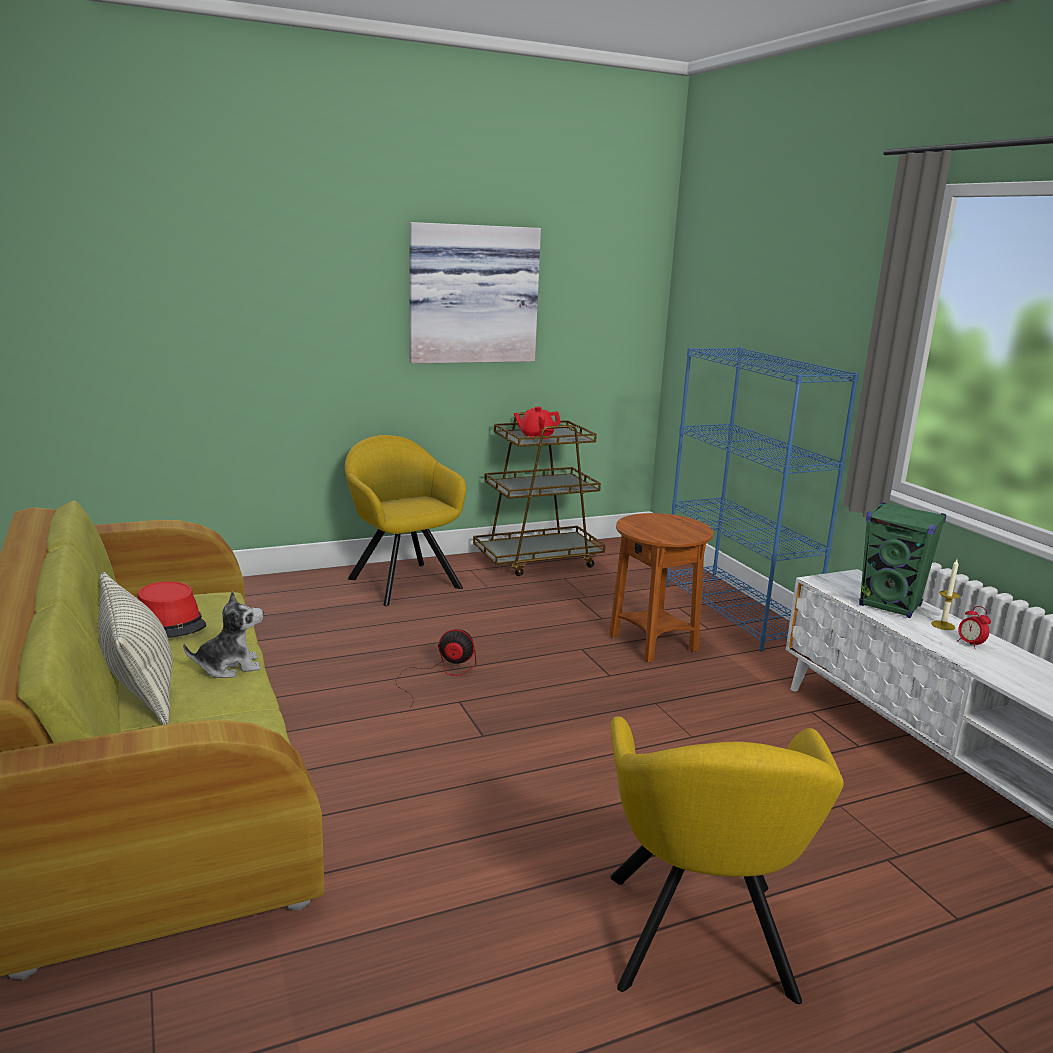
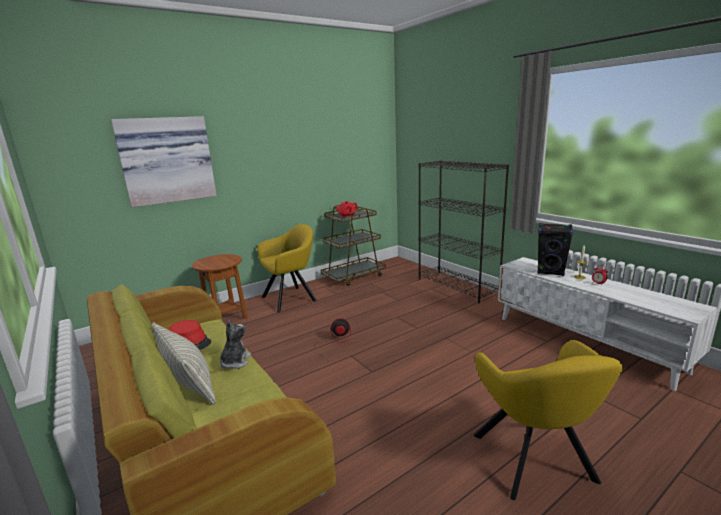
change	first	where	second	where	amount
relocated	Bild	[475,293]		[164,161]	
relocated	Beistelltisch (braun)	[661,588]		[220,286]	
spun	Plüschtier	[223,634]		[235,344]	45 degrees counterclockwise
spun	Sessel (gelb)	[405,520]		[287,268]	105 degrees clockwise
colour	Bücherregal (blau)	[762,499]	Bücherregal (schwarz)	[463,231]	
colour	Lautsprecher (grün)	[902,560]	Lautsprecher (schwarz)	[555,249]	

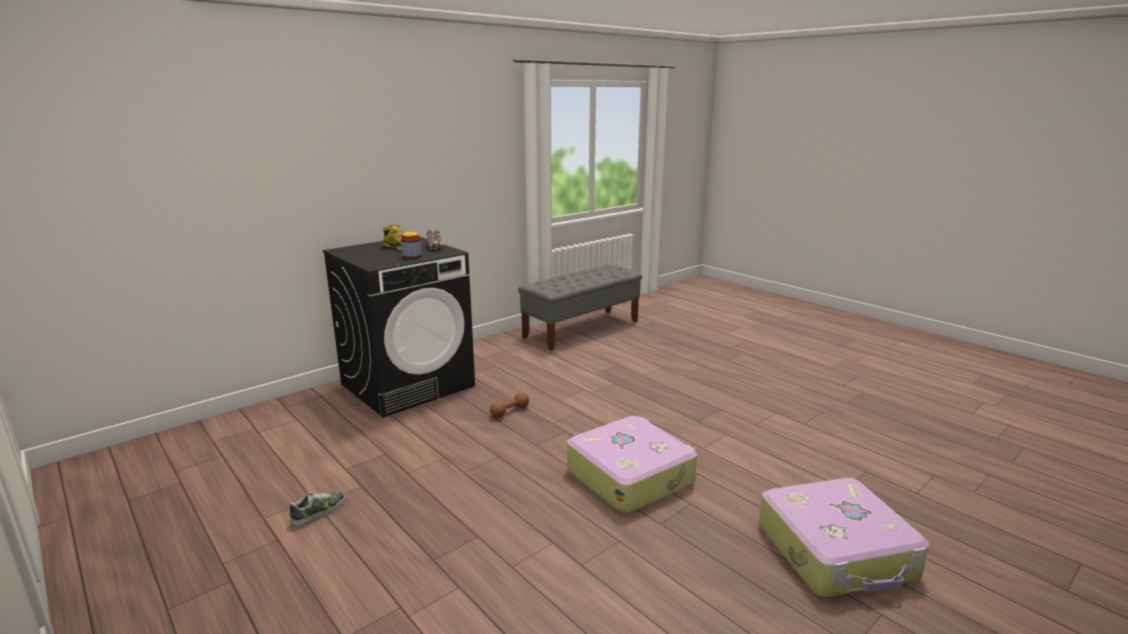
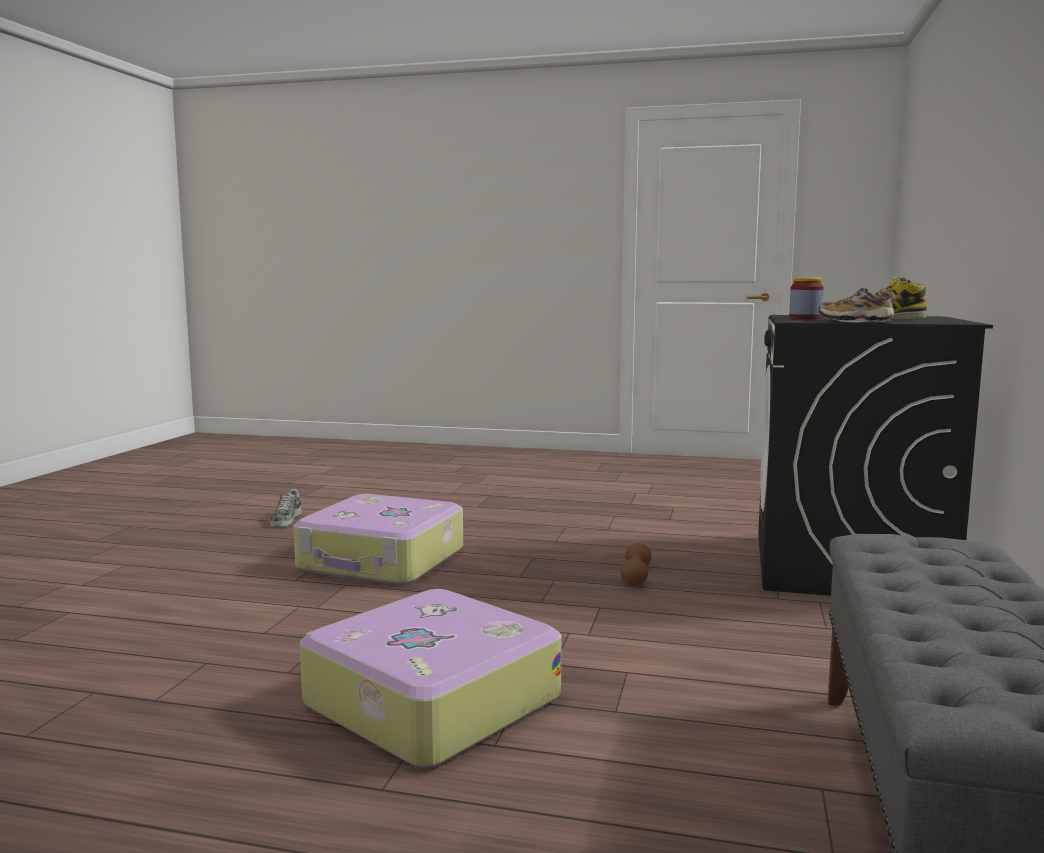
change	first	where	second	where	amount
relocated	Schuh	[317,509]		[286,508]	
relocated	Koffer	[844,537]		[431,678]	

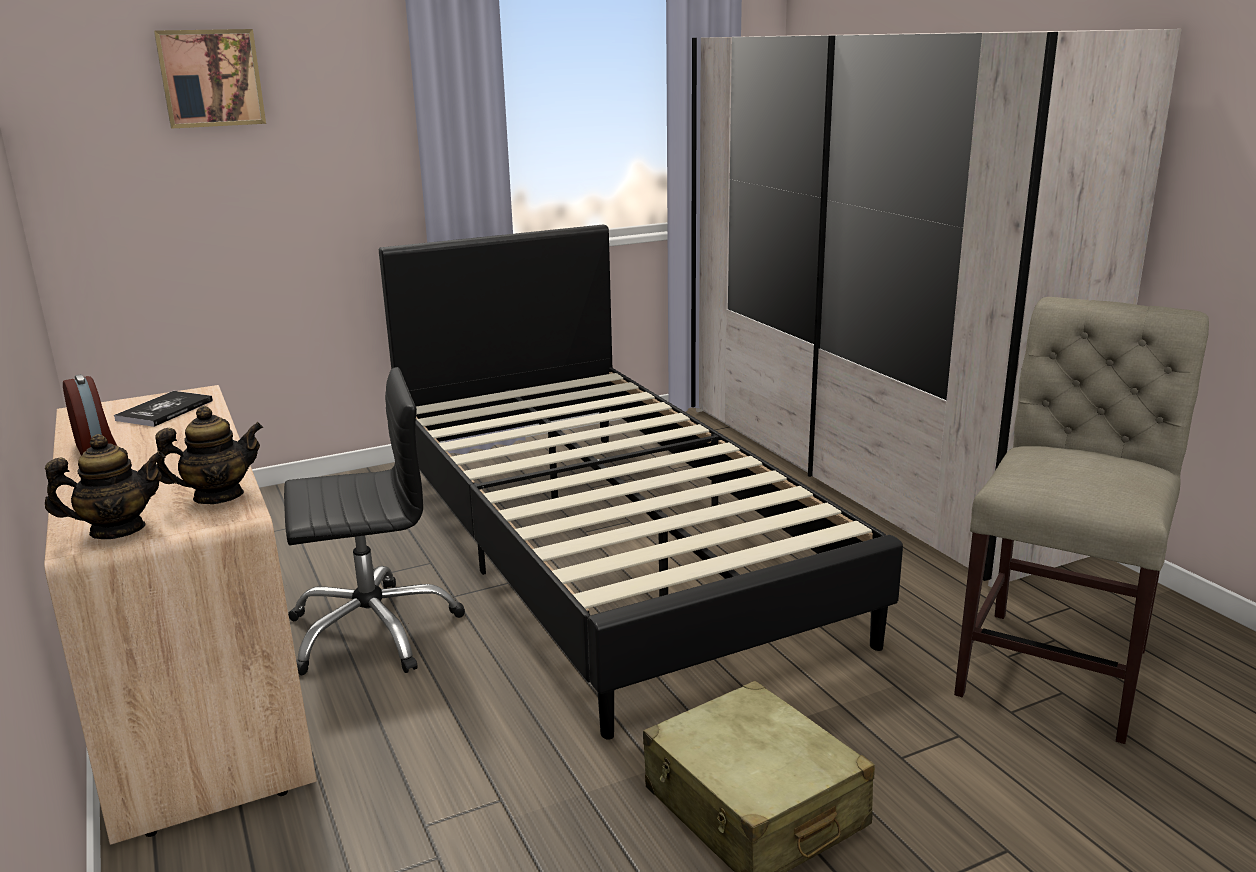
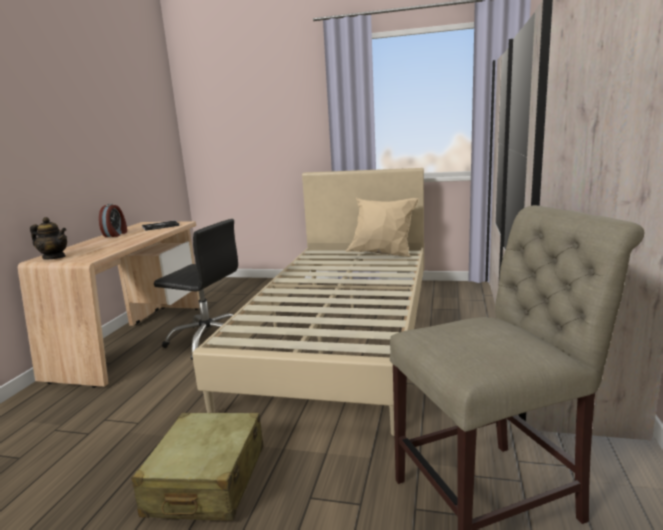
change	first	where	second	where	amount
colour	Bett (schwarz)	[641,482]	Bett (beige)	[308,302]	
appeared			Kissen (beige)	[382,227]	
missing	Bild	[210,79]			
missing	Teekanne	[209,455]			

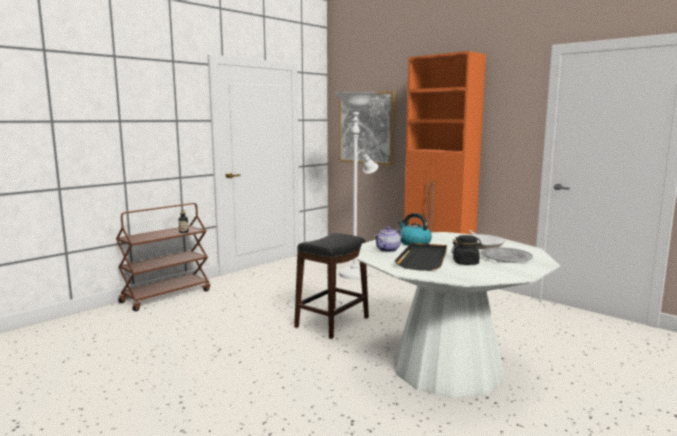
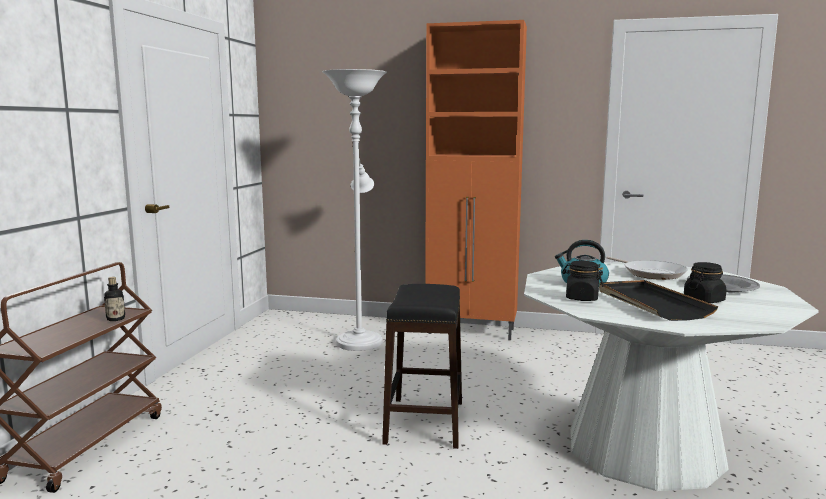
change	first	where	second	where	amount
exchanged	Teekanne	[388,239]	Vorratsglas (schwarz)	[583,281]	
missing	Bild	[367,128]			

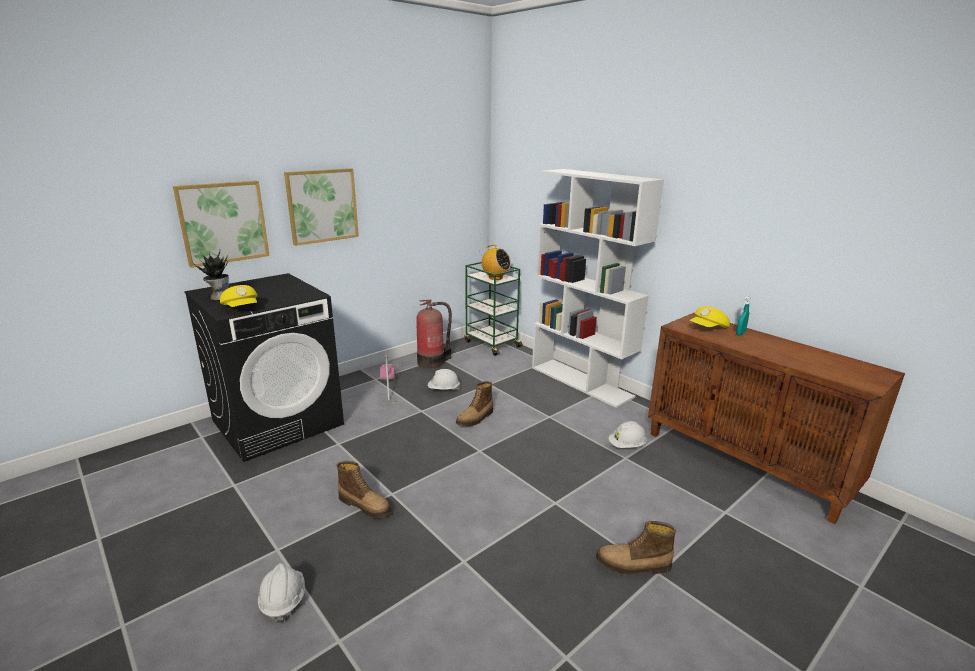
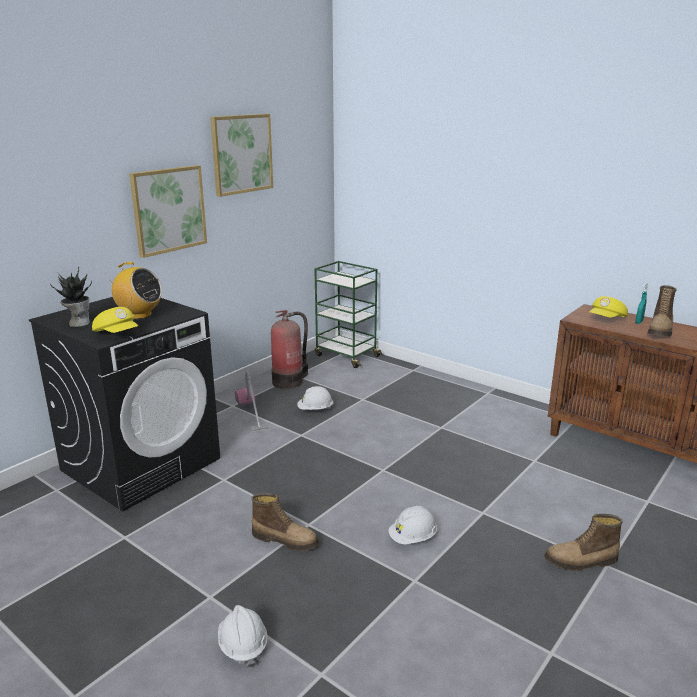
change	first	where	second	where	amount
relocated	Radio	[495,262]		[134,290]	
relocated	Bild	[221,224]		[241,155]	
relocated	Schutzhelm (weiß)	[627,434]		[412,525]	
relocated	Stiefel	[474,403]		[662,311]	
missing	Bücherregal (weiß)	[598,288]			

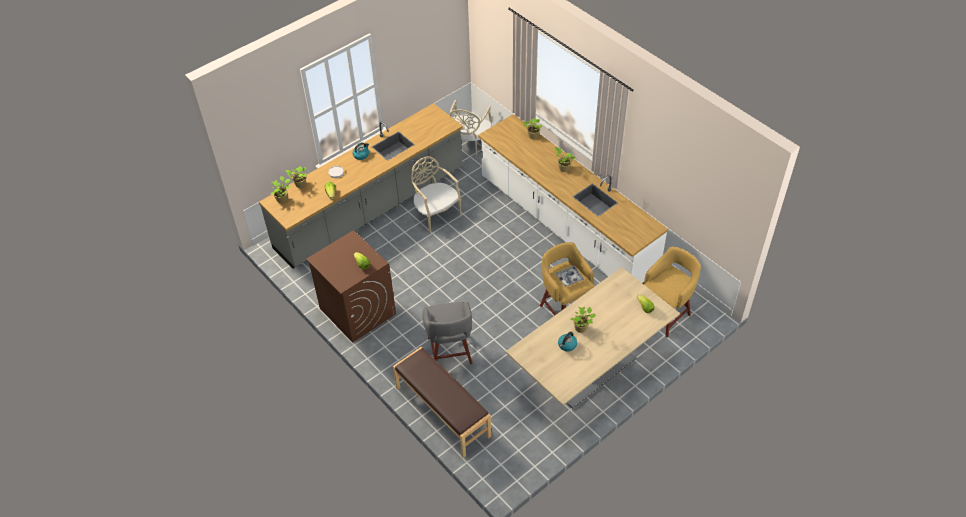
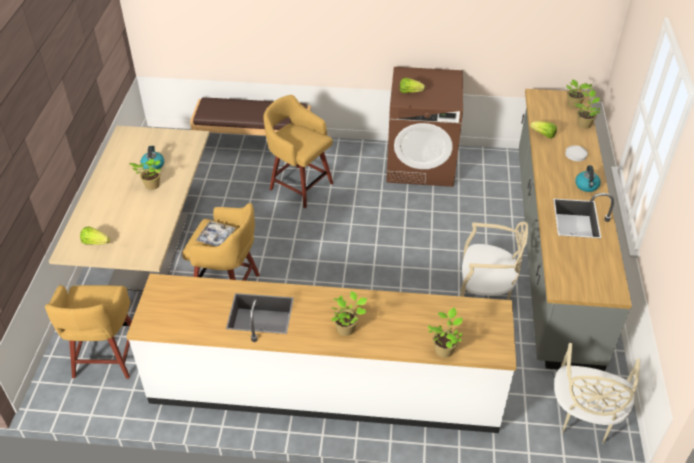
change	first	where	second	where	amount
colour	Hocker (grau)	[447,332]	Hocker (gelb)	[298,151]	
spun	Stuhl (beige)	[470,128]		[597,393]	135 degrees counterclockwise

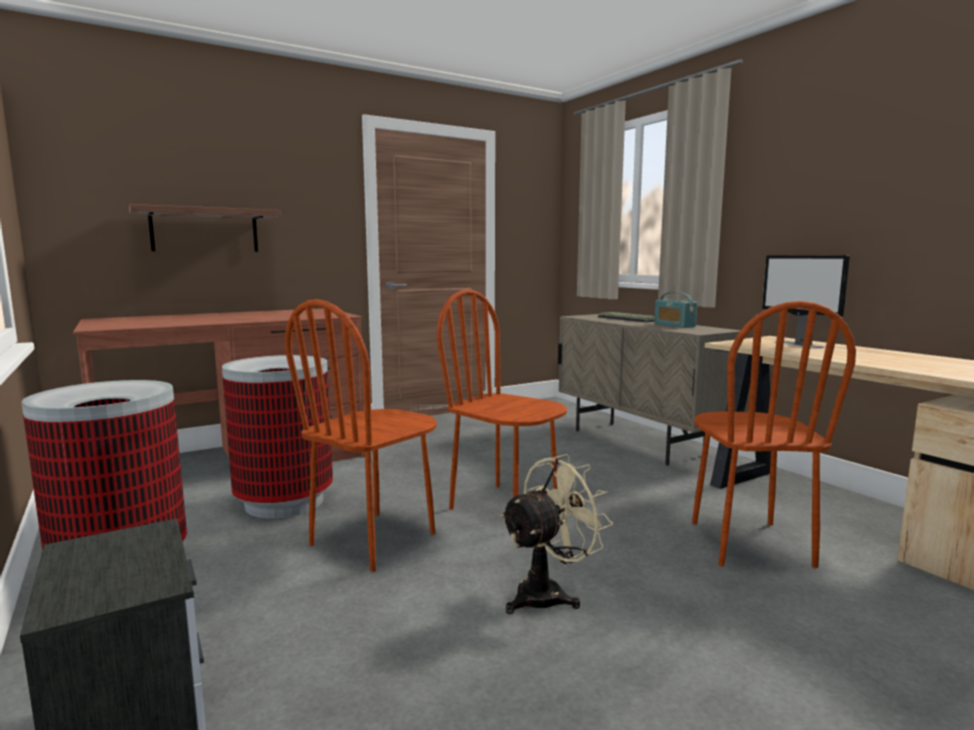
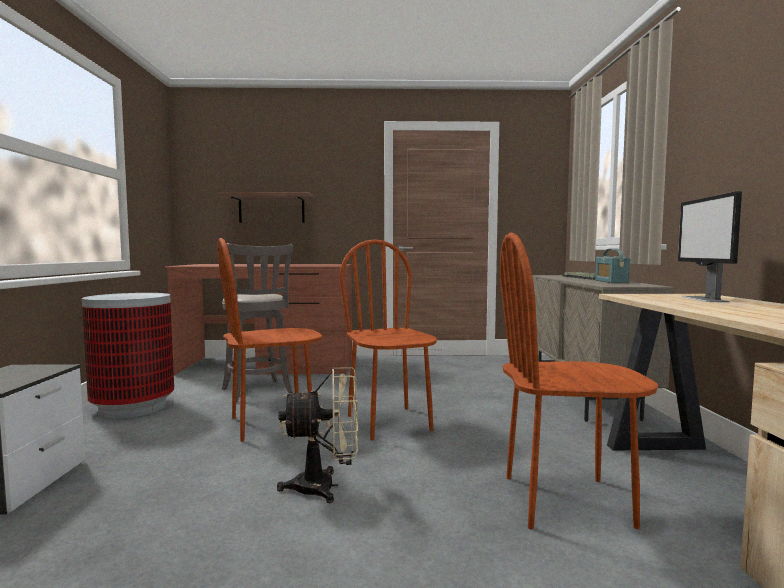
change	first	where	second	where	amount
exchanged	Mülleimer	[277,436]	Hocker (grau)	[257,322]	
spun	Stuhl (braun)	[774,434]		[579,381]	60 degrees clockwise

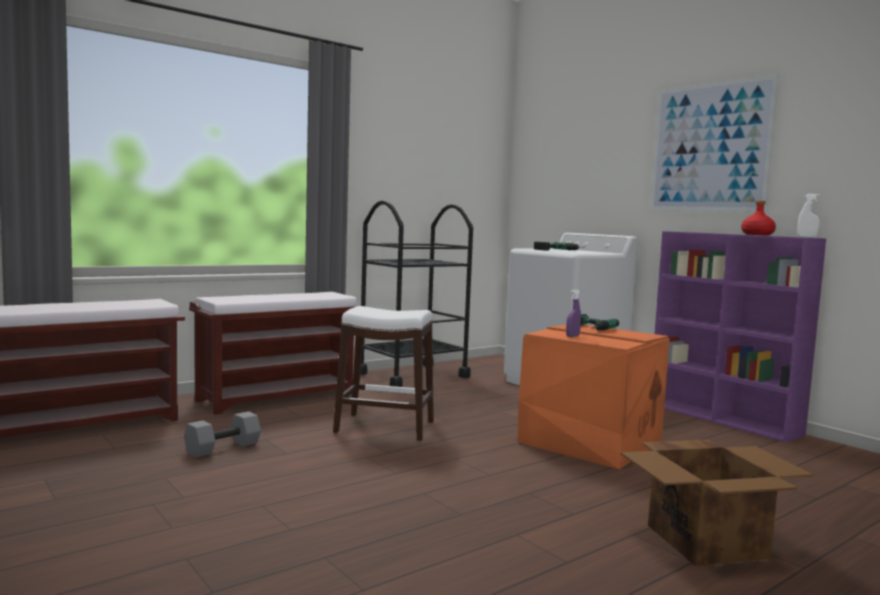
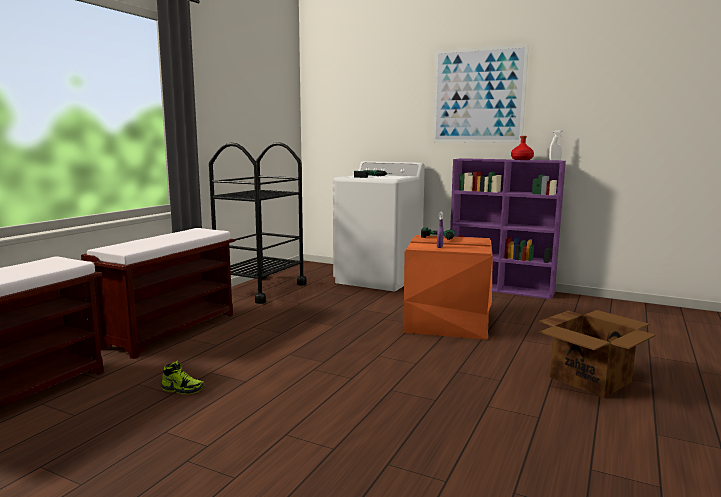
change	first	where	second	where	amount
exchanged	Hantel (grau)	[222,434]	Schuh	[182,377]	
missing	Hocker (weiß)	[383,373]			

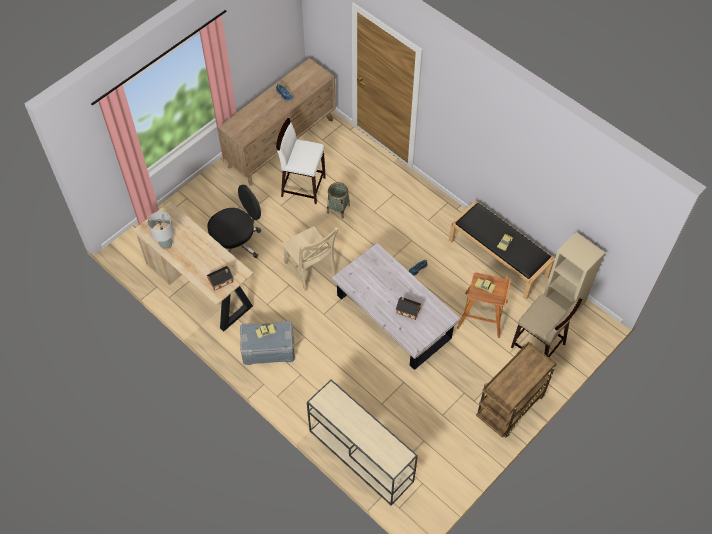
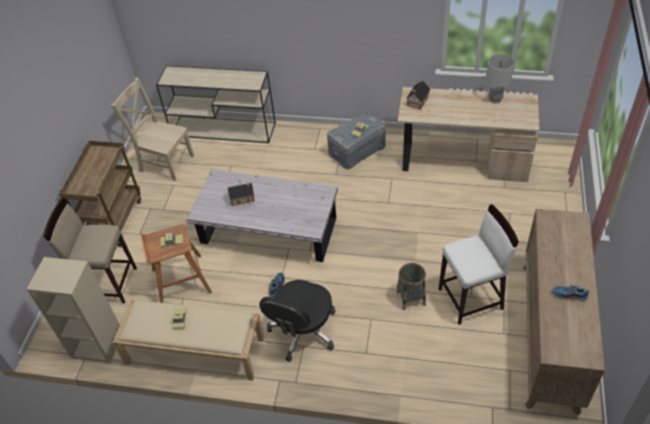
change	first	where	second	where	amount
relocated	Stuhl (beige)	[310,258]		[152,129]	
colour	Bank (schwarz)	[502,249]	Bank (beige)	[188,340]	
relocated	Bürostuhl (schwarz)	[234,221]		[297,321]	

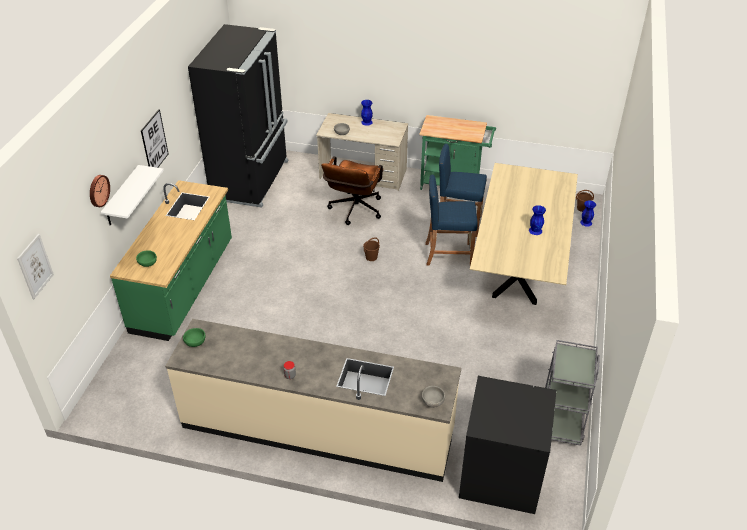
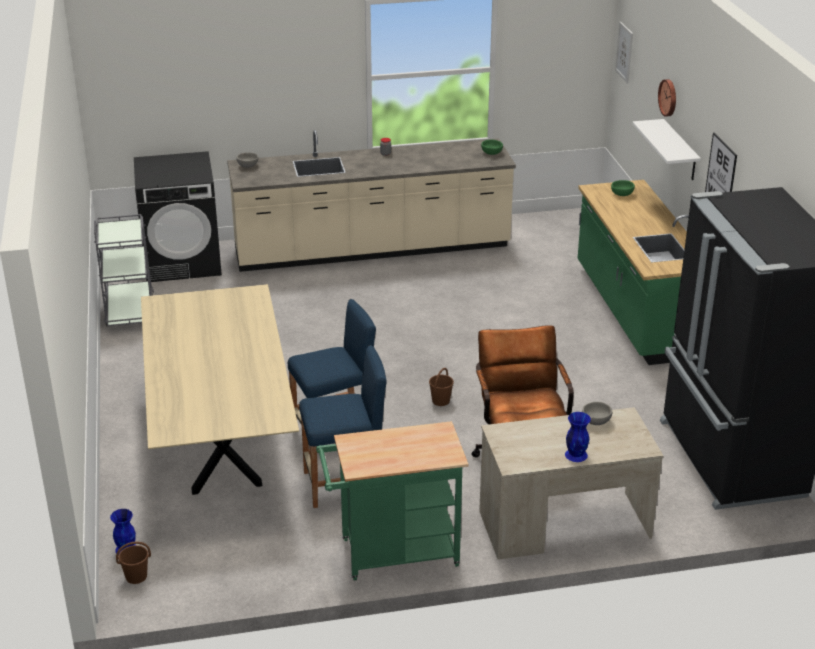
change	first	where	second	where	amount
missing	Vase (blau)	[537,220]			

